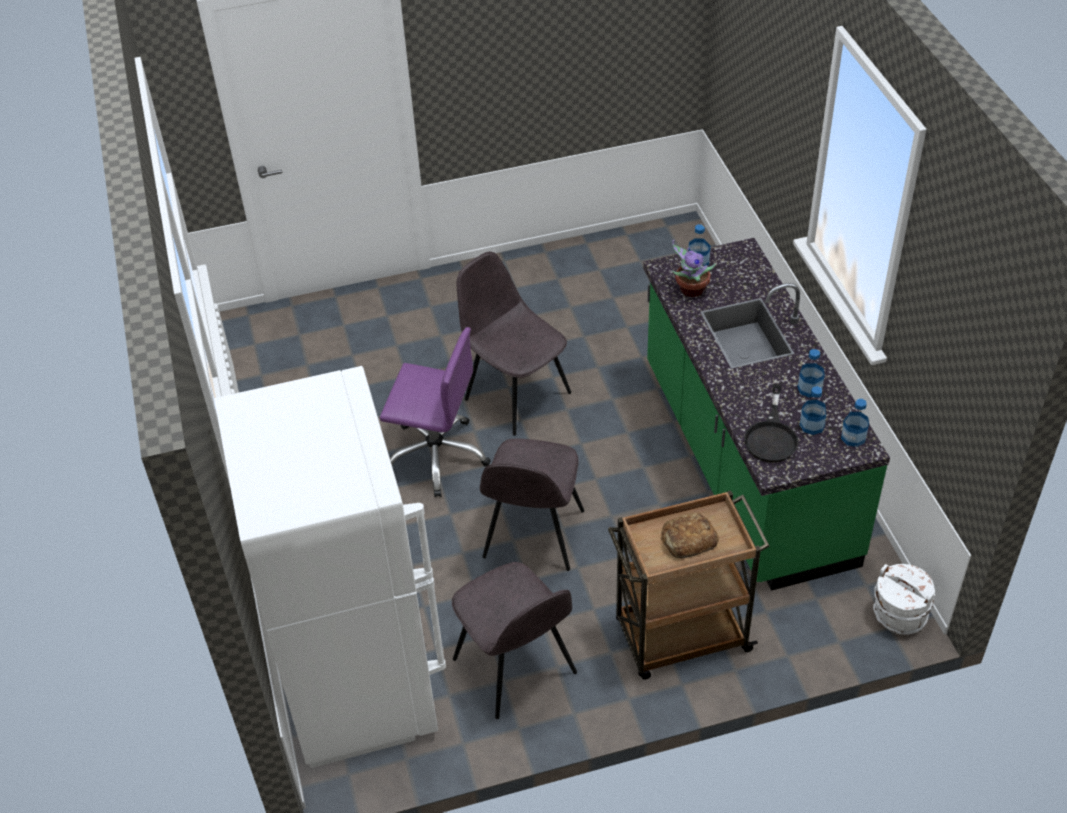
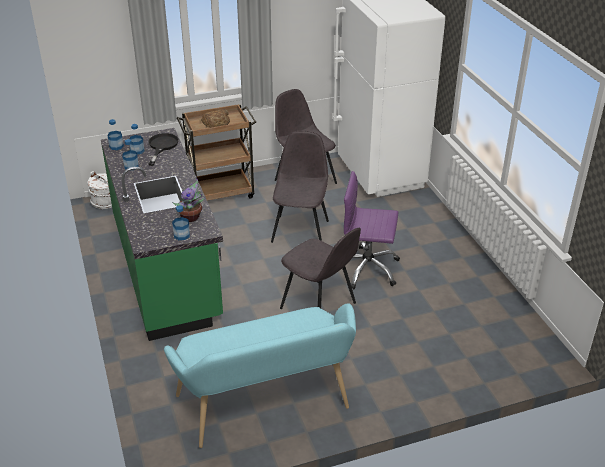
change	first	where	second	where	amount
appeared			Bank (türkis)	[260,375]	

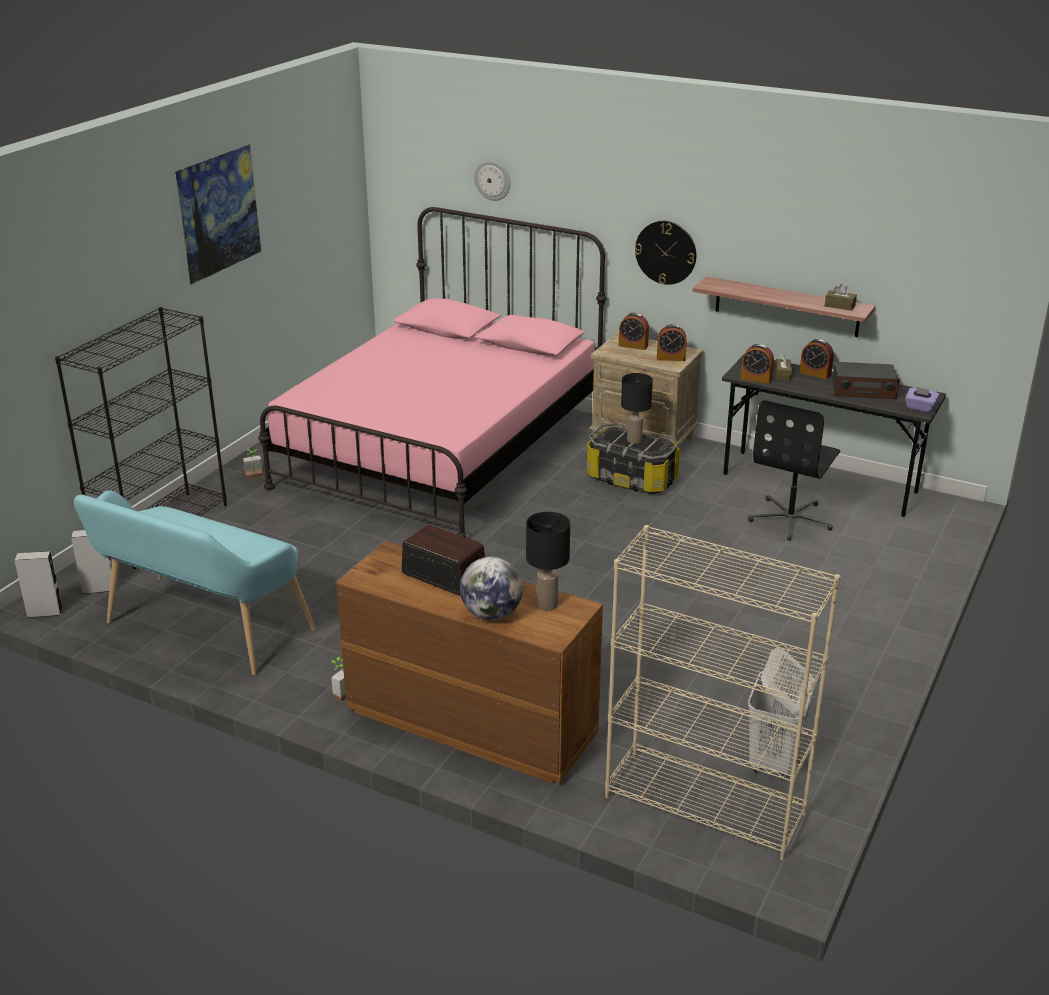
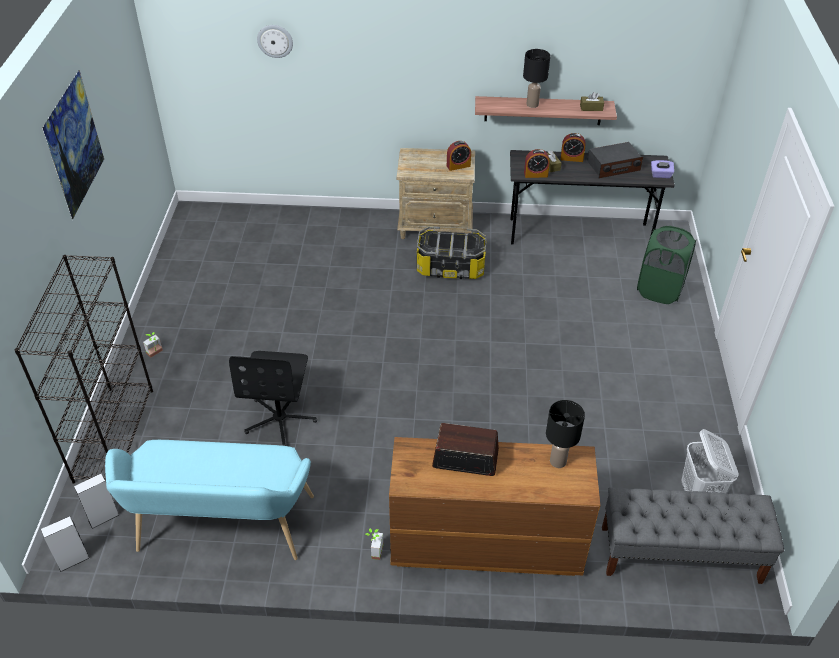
change	first	where	second	where	amount
relocated	Bürostuhl (schwarz)	[794,470]		[273,398]	
relocated	Tischlampe (schwarz)	[637,408]		[536,78]	
exchanged	Bücherregal (beige)	[722,693]	Bank (grau)	[693,536]	
appeared			Wäschekorb (grün)	[666,265]	
missing	Bett (rosa)	[432,372]			
missing	Globus	[491,588]			
missing	Wecker	[634,331]			
missing	Wanduhr	[665,253]			

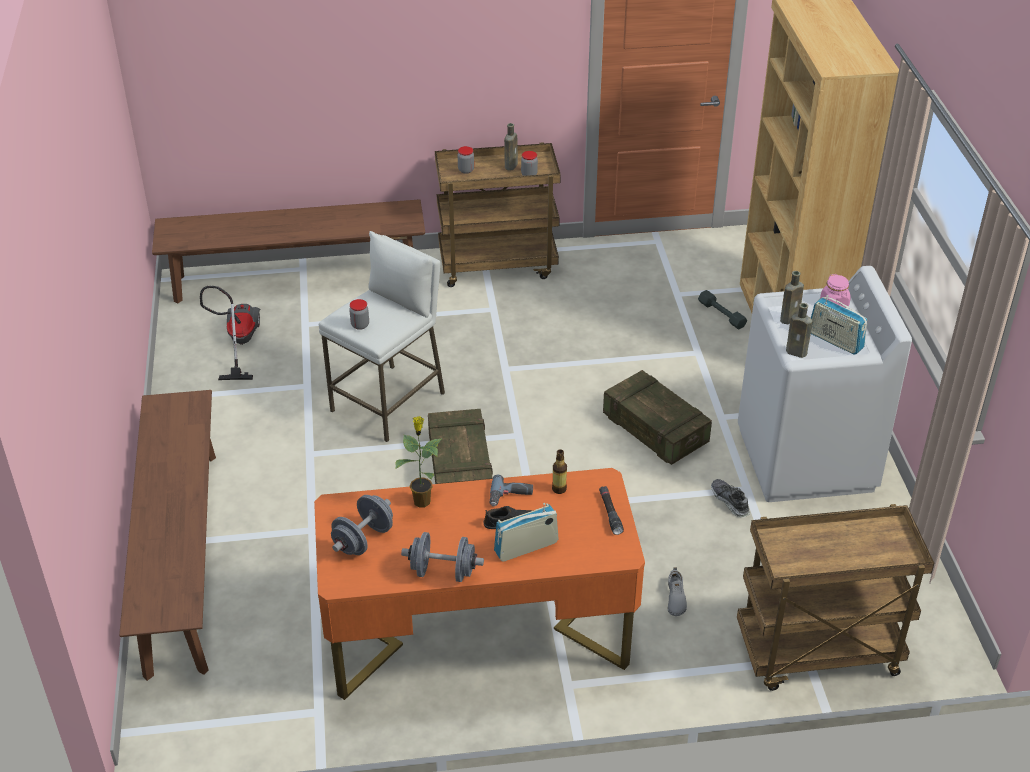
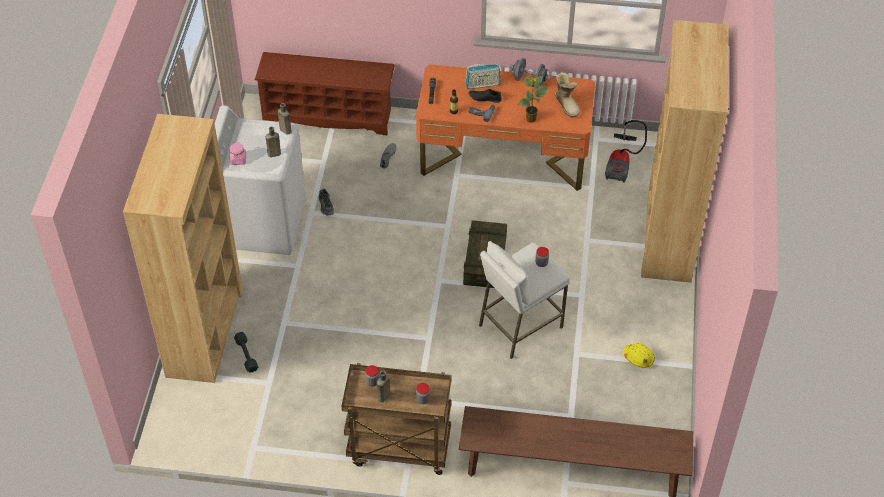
change	first	where	second	where	amount
exchanged	Rollwagen (braun)	[835,597]	Schuhregal (braun)	[325,93]	
exchanged	Hantel (grau)	[362,525]	Stiefel	[567,95]	
relocated	Staubsauger	[230,333]		[626,151]	
appeared			Schutzhelm (gelb)	[639,355]	
exchanged	Bank (braun)	[167,535]	Bücherregal (braun)	[685,151]	
missing	Kiste	[657,417]			
missing	Radio	[839,325]			

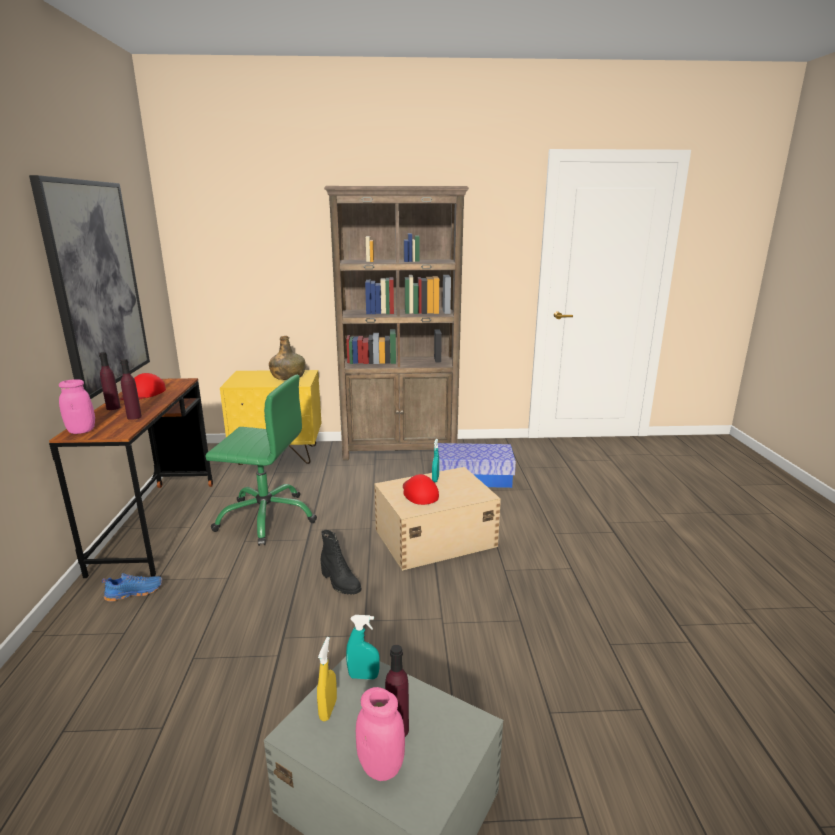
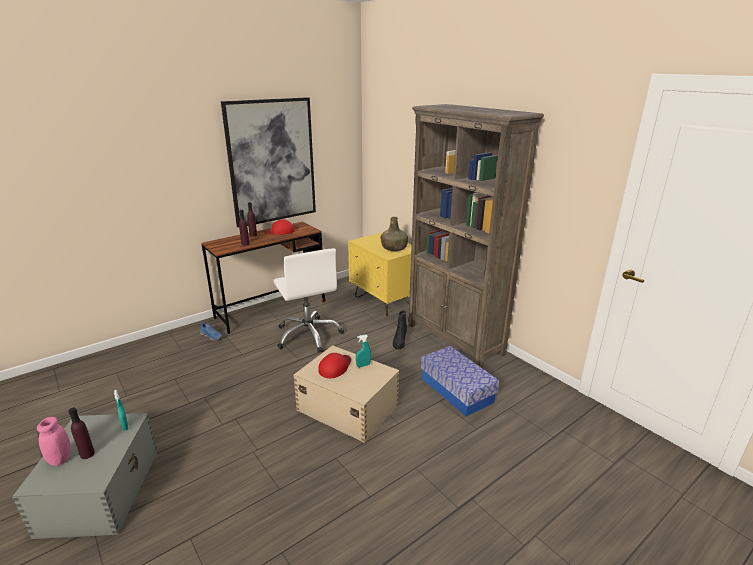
change	first	where	second	where	amount
colour	Bürostuhl (grün)	[261,460]	Bürostuhl (weiß)	[309,300]	
relocated	Stiefel (schwarz)	[341,562]		[400,330]	
missing	Vorratsglas (rosa)	[77,406]			
missing	Sprühflasche (gelb)	[327,679]			

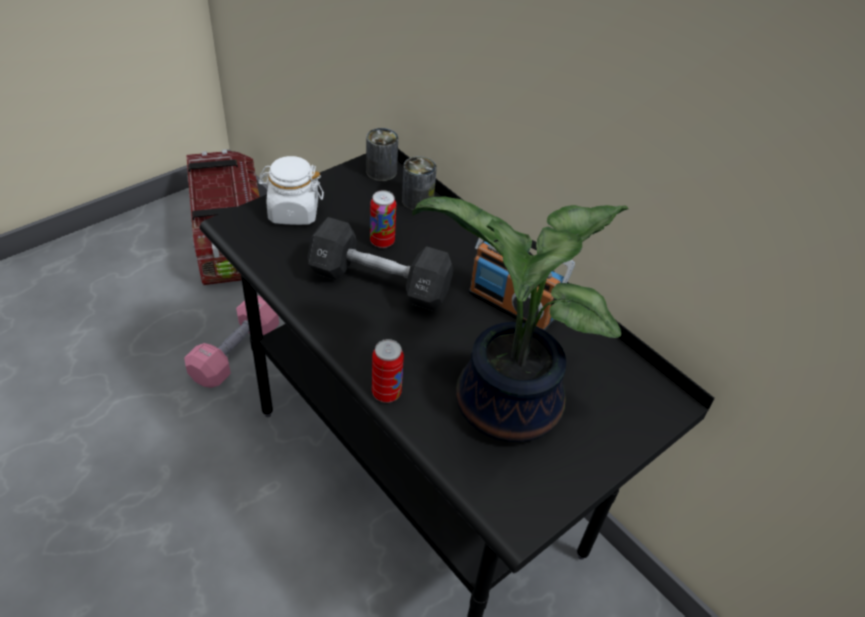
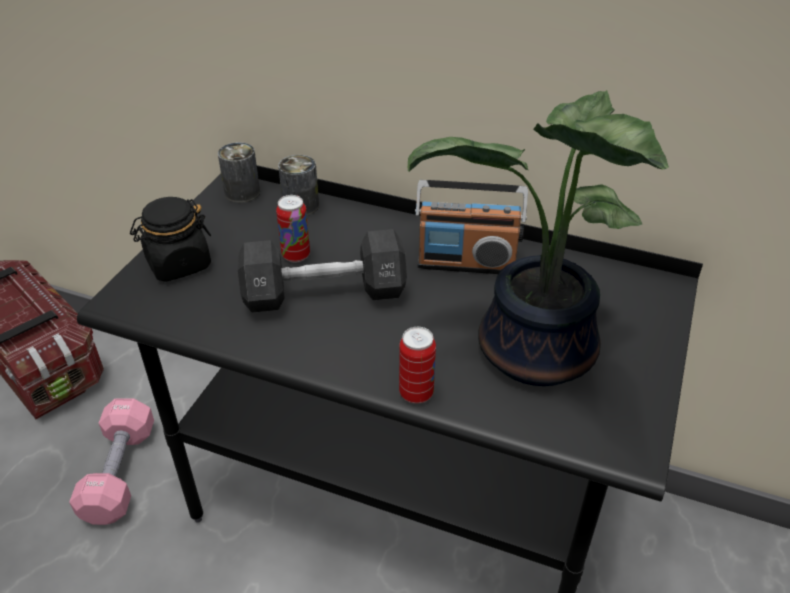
change	first	where	second	where	amount
colour	Vorratsglas (weiß)	[291,190]	Vorratsglas (schwarz)	[170,239]	

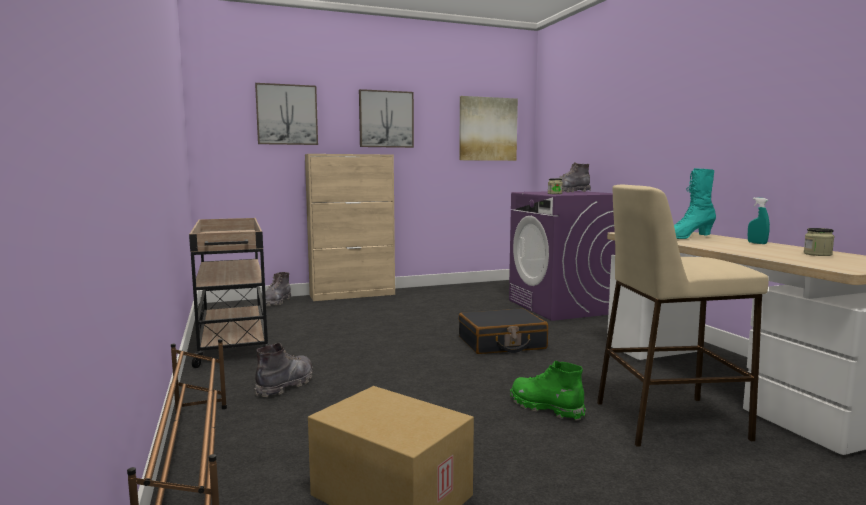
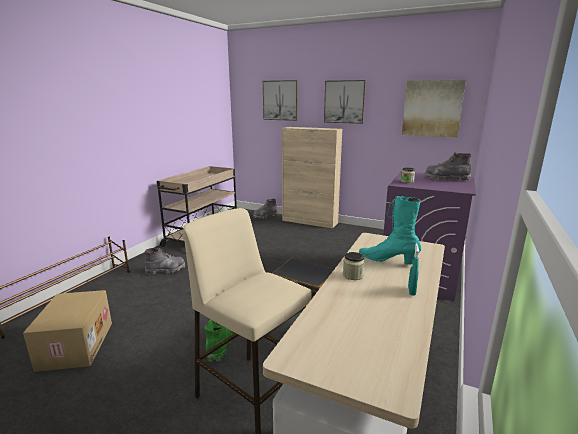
change	first	where	second	where	amount
relocated	Vorratsglas	[818,242]		[354,266]	

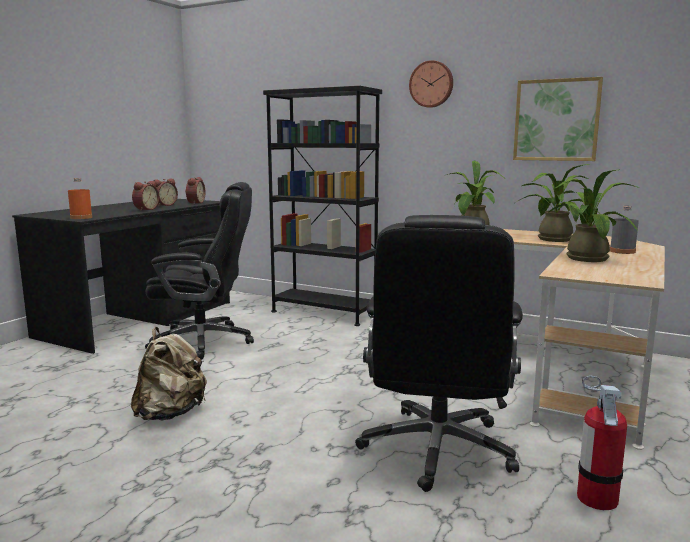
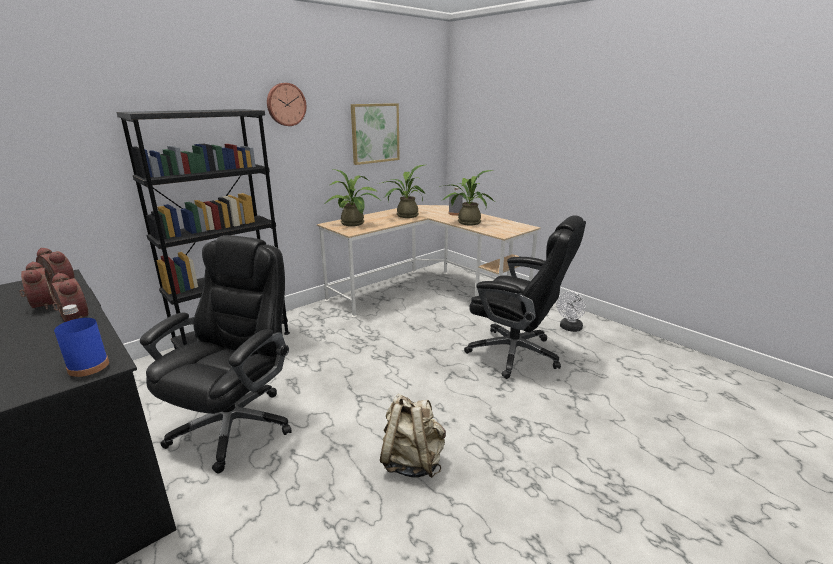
change	first	where	second	where	amount
colour	Flasche (orange)	[80,198]	Flasche (blau)	[81,340]	
exchanged	Feuerlöscher	[602,443]	Ventilator (weiß)	[571,312]	

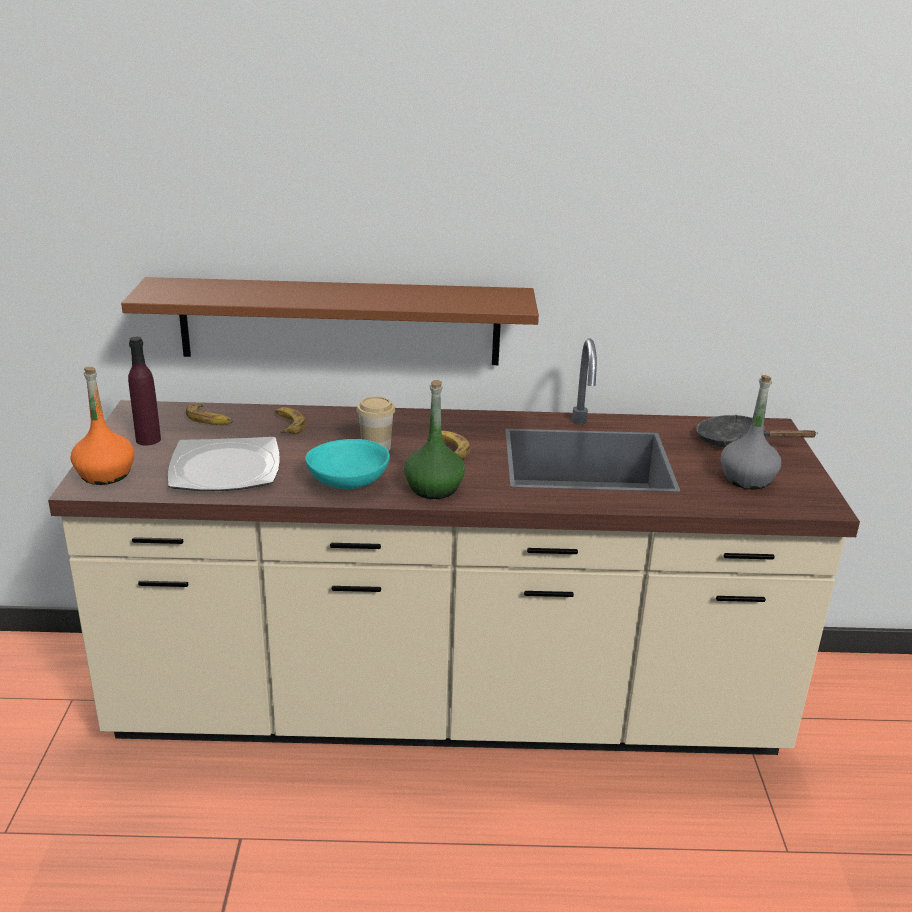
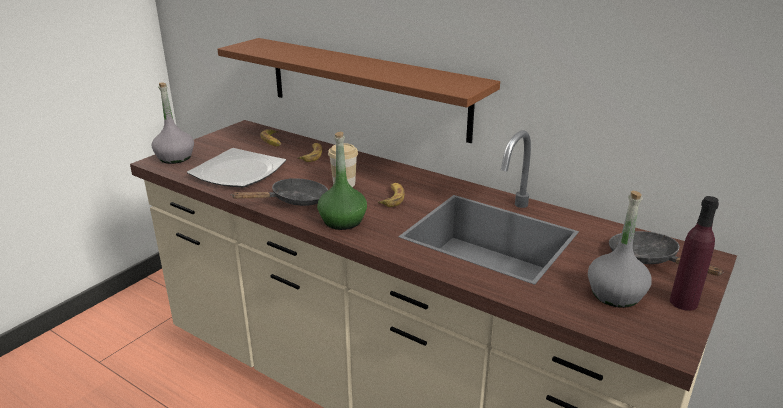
change	first	where	second	where	amount
colour	Flasche (orange)	[102,426]	Flasche (grau)	[173,123]	
exchanged	Schüssel (türkis)	[347,464]	Pfanne (schwarz)	[279,192]	
relocated	Flasche (lila)	[144,391]		[694,253]	

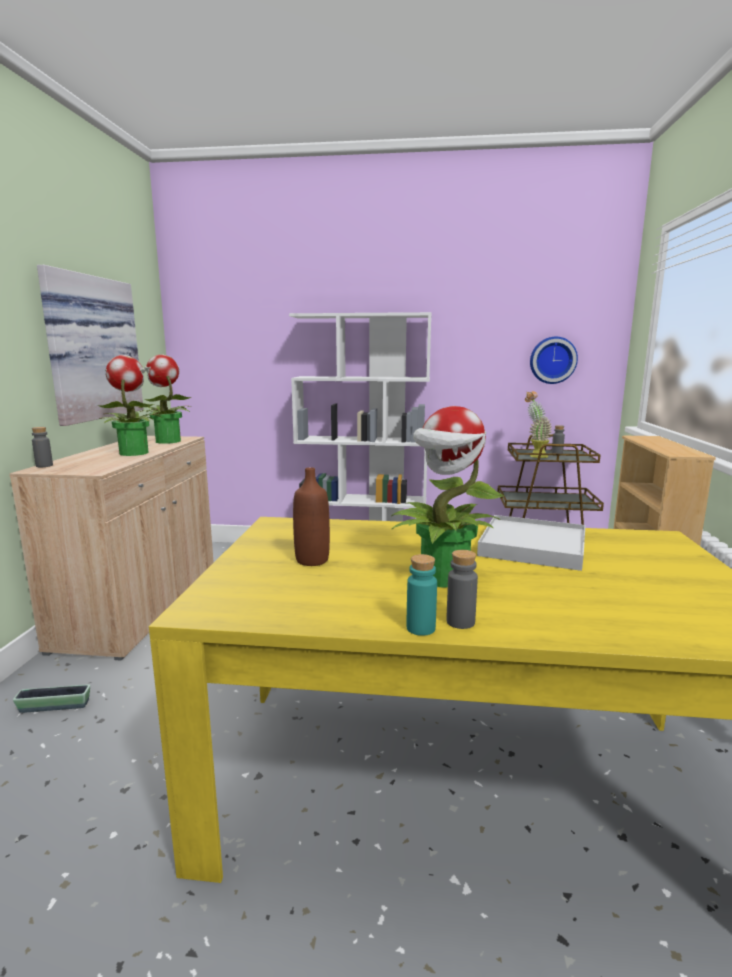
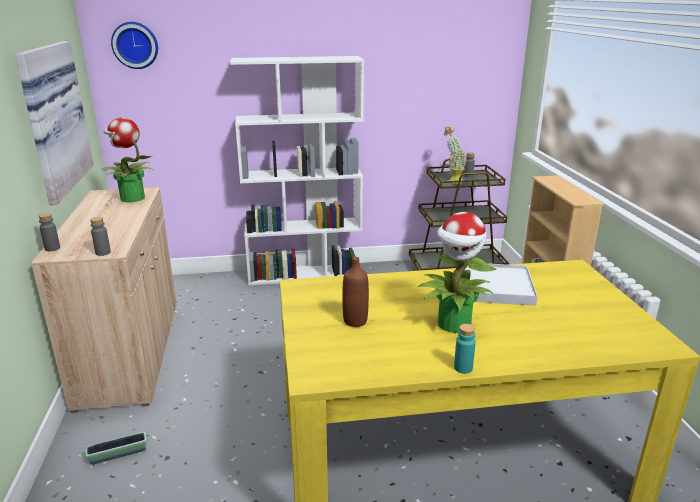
change	first	where	second	where	amount
relocated	Flasche (grau)	[462,589]		[100,236]	
relocated	Wanduhr	[554,360]		[134,45]	
missing	Topfpflanze	[129,405]			

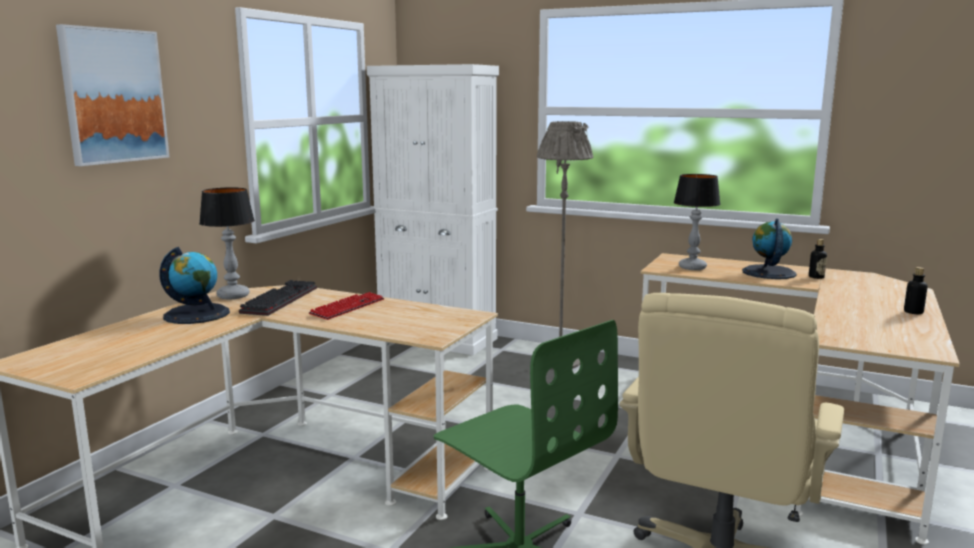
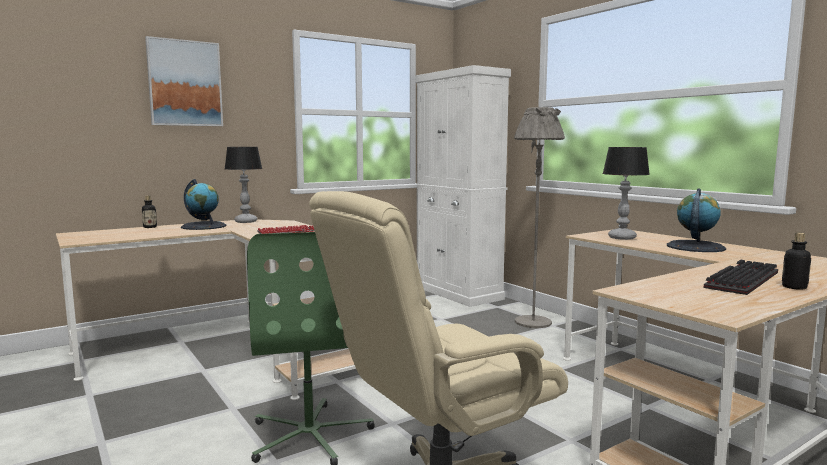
change	first	where	second	where	amount
relocated	Flasche	[818,259]		[149,211]	
relocated	Tastatur	[278,298]		[741,277]	

